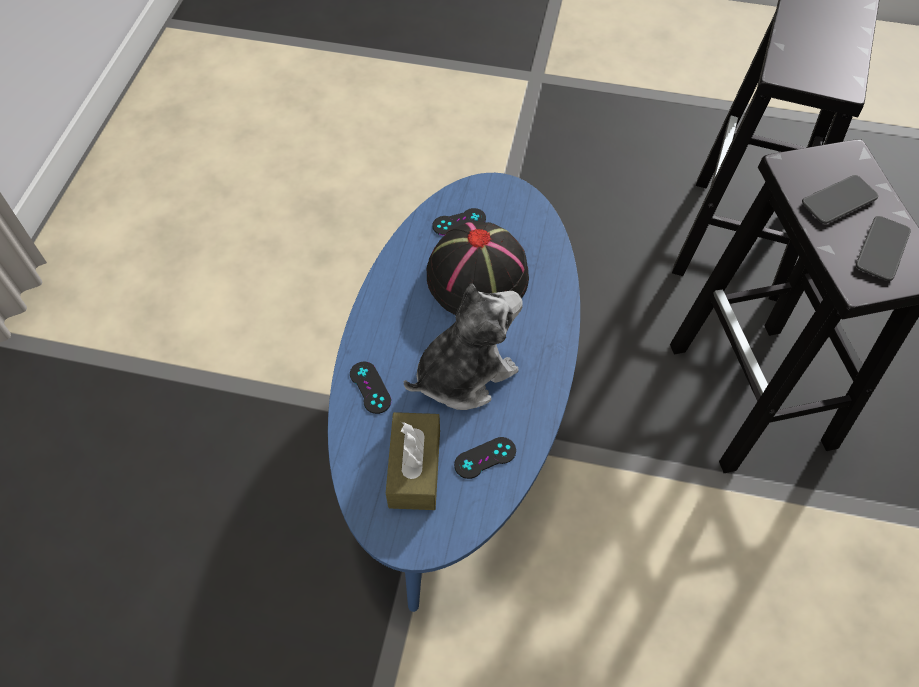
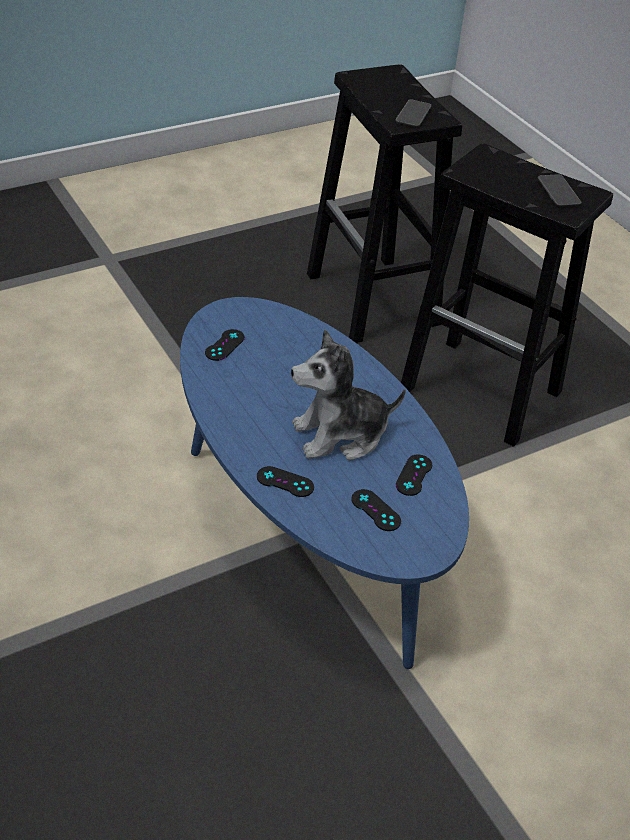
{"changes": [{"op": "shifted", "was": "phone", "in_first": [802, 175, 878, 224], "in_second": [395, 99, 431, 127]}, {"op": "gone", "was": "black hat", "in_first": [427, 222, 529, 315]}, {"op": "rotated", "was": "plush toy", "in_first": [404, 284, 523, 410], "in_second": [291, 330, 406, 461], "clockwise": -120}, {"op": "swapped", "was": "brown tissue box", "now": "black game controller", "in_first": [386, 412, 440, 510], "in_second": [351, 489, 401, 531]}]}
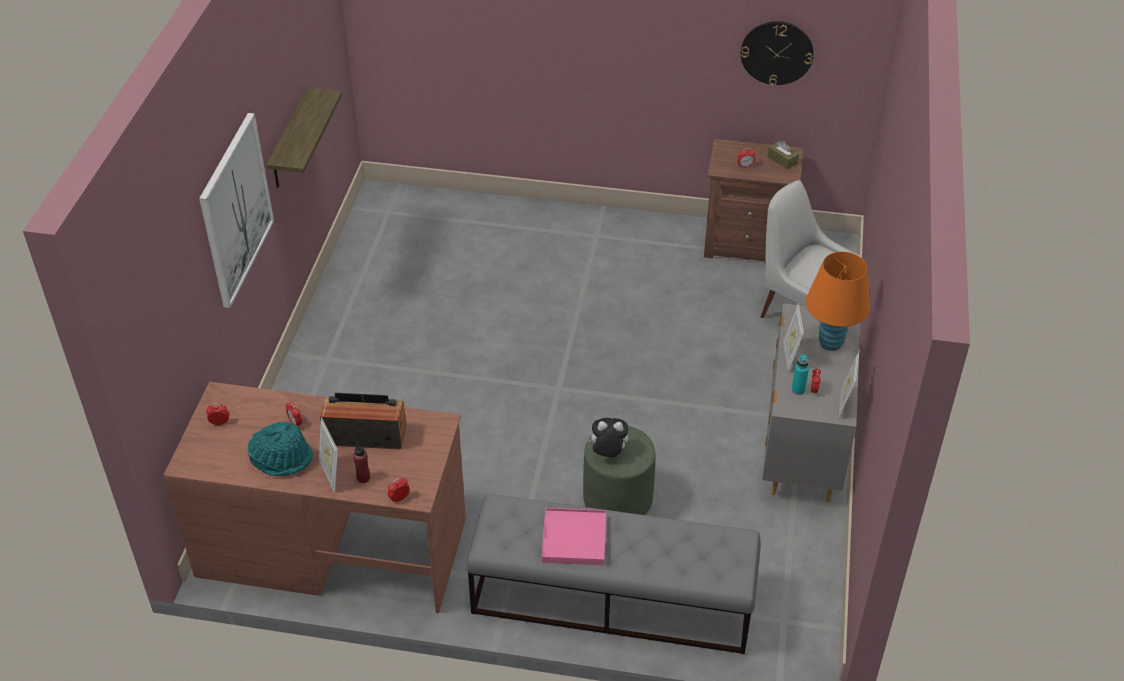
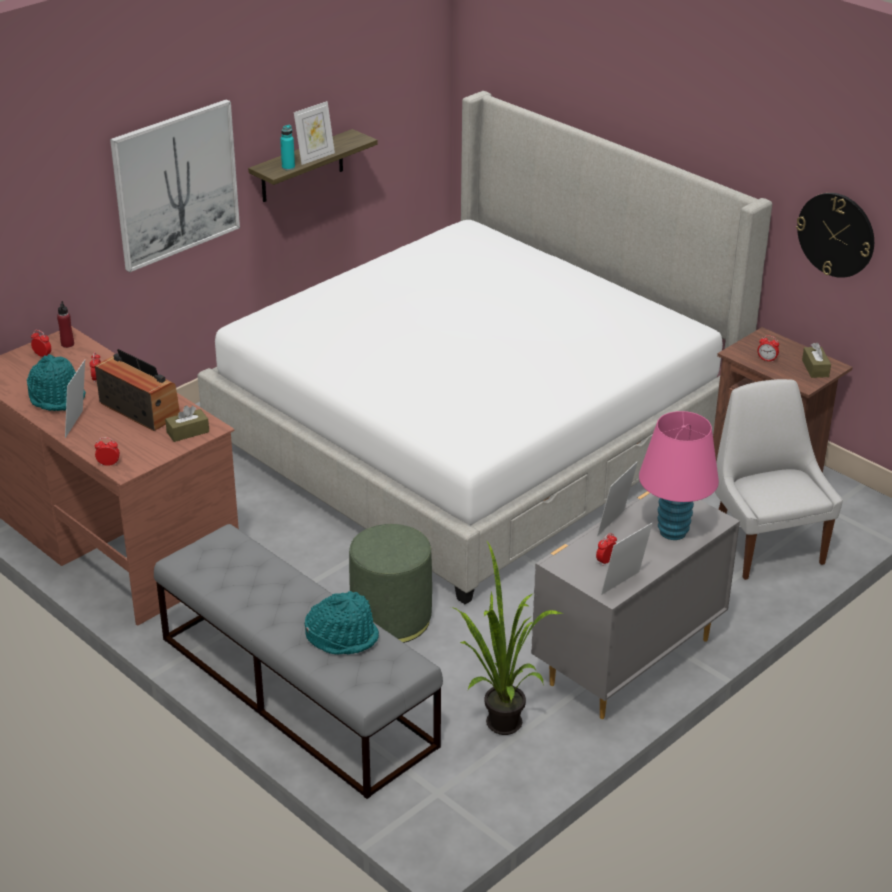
{"changes": [{"op": "repainted", "was": "orange table lamp", "now": "pink table lamp", "in_first": [806, 252, 871, 351], "in_second": [639, 411, 719, 540]}, {"op": "shifted", "was": "turquoise bottle", "in_first": [791, 354, 809, 395], "in_second": [280, 125, 295, 170]}, {"op": "gone", "was": "plush toy", "in_first": [586, 418, 628, 457]}, {"op": "shifted", "was": "red bottle", "in_first": [353, 443, 370, 483], "in_second": [57, 301, 74, 348]}, {"op": "gone", "was": "pink tray", "in_first": [542, 508, 606, 565]}, {"op": "new", "now": "bed", "in_second": [198, 91, 772, 605]}, {"op": "new", "now": "picture frame", "in_second": [294, 101, 335, 165]}, {"op": "new", "now": "brown tissue box", "in_second": [165, 406, 209, 442]}, {"op": "new", "now": "potted plant", "in_second": [451, 542, 563, 735]}, {"op": "new", "now": "turquoise hat", "in_second": [305, 591, 379, 655]}]}
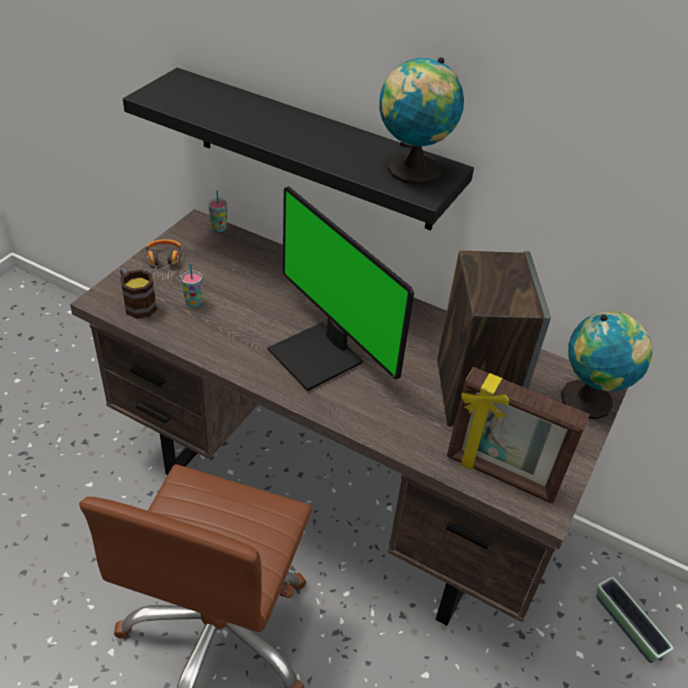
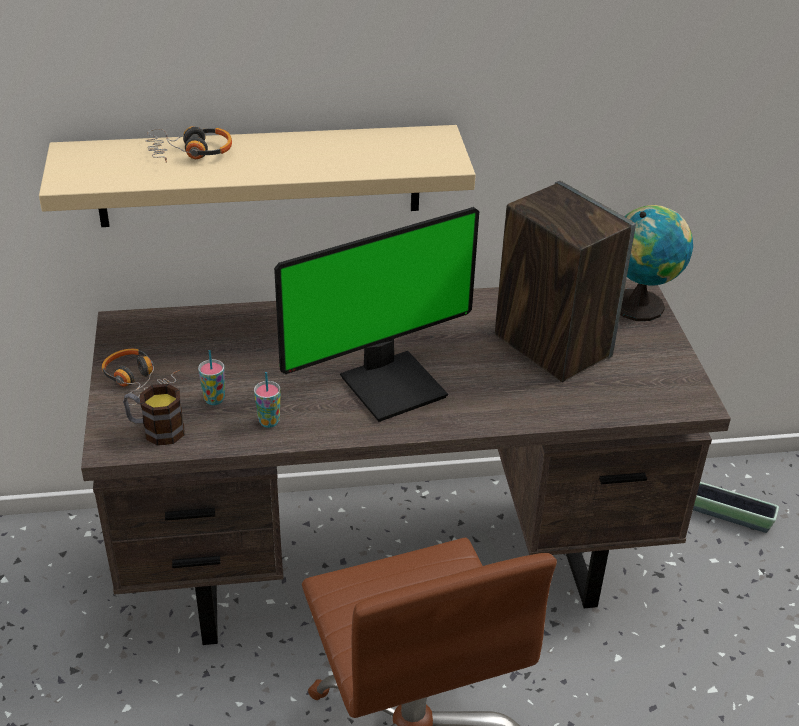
{"changes": [{"op": "gone", "was": "globe", "in_first": [379, 57, 464, 185]}, {"op": "repainted", "was": "black shelf", "now": "beige shelf", "in_first": [123, 68, 474, 231], "in_second": [39, 125, 476, 227]}, {"op": "rotated", "was": "monitor", "in_first": [267, 186, 414, 391], "in_second": [274, 207, 479, 422], "clockwise": -45}, {"op": "shifted", "was": "cup", "in_first": [208, 190, 227, 232], "in_second": [254, 372, 281, 428]}, {"op": "gone", "was": "picture frame", "in_first": [447, 367, 590, 504]}, {"op": "new", "now": "headphones", "in_second": [146, 126, 232, 163]}]}
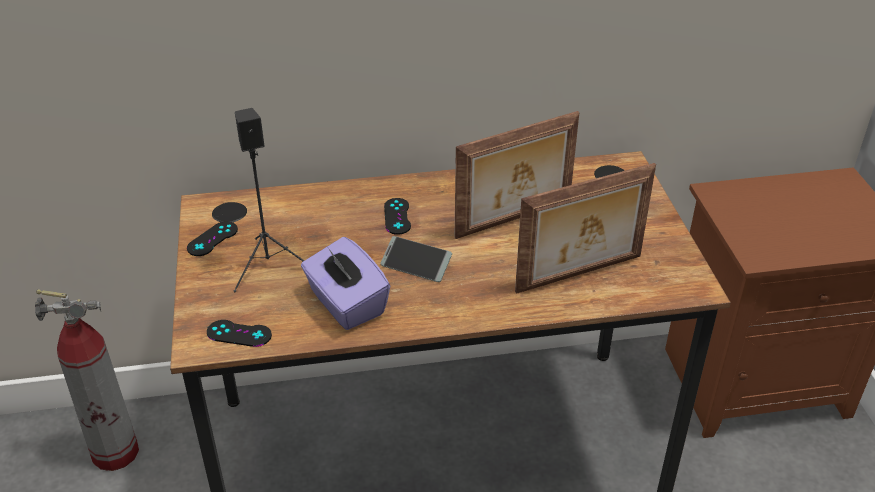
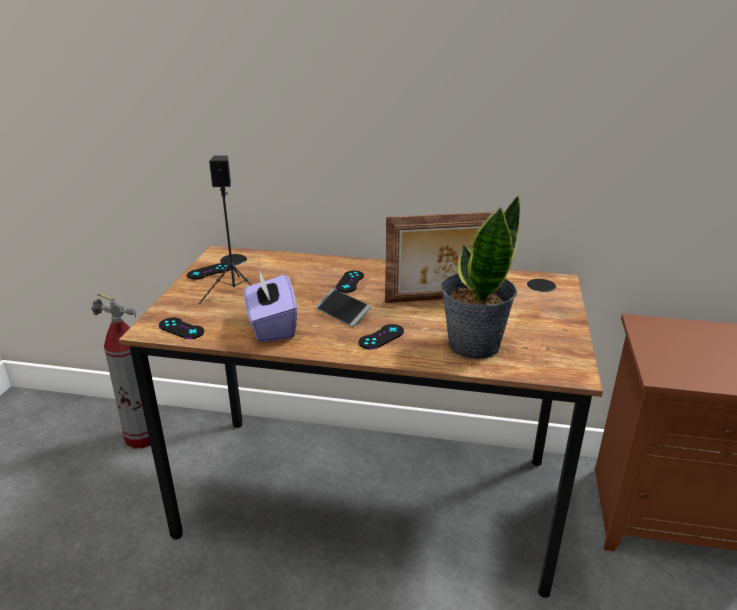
{"changes": [{"op": "swapped", "was": "picture frame", "now": "potted plant", "in_first": [515, 163, 656, 294], "in_second": [441, 195, 520, 359]}, {"op": "new", "now": "black game controller", "in_second": [359, 324, 404, 349]}]}
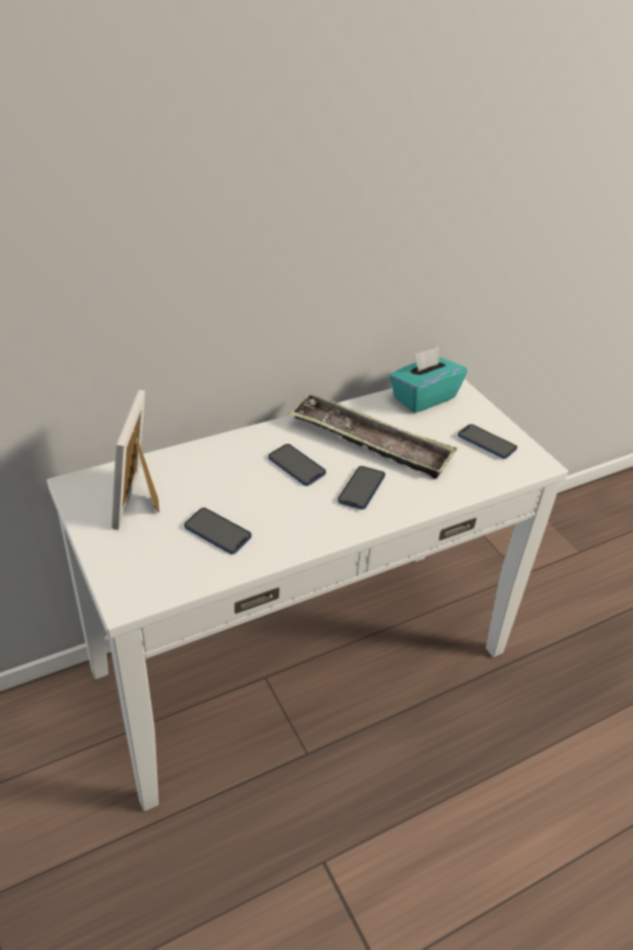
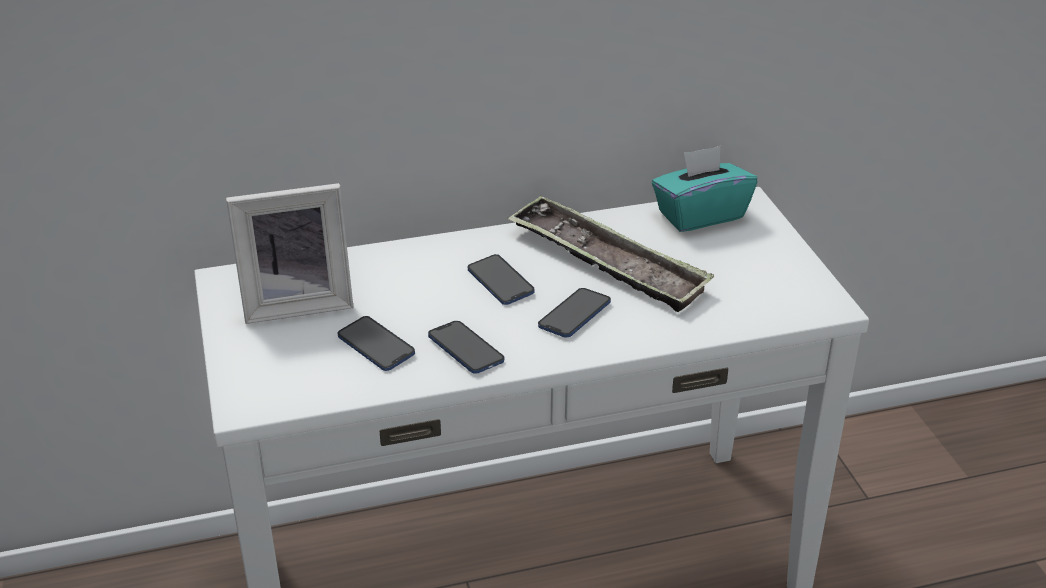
{"changes": [{"op": "rotated", "was": "picture frame", "in_first": [111, 390, 159, 530], "in_second": [226, 183, 354, 324], "clockwise": -120}, {"op": "shifted", "was": "phone", "in_first": [458, 424, 517, 459], "in_second": [428, 321, 505, 374]}]}
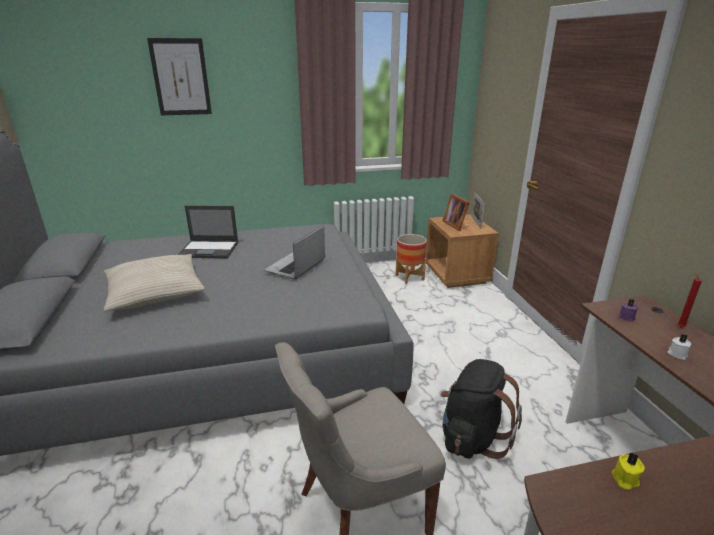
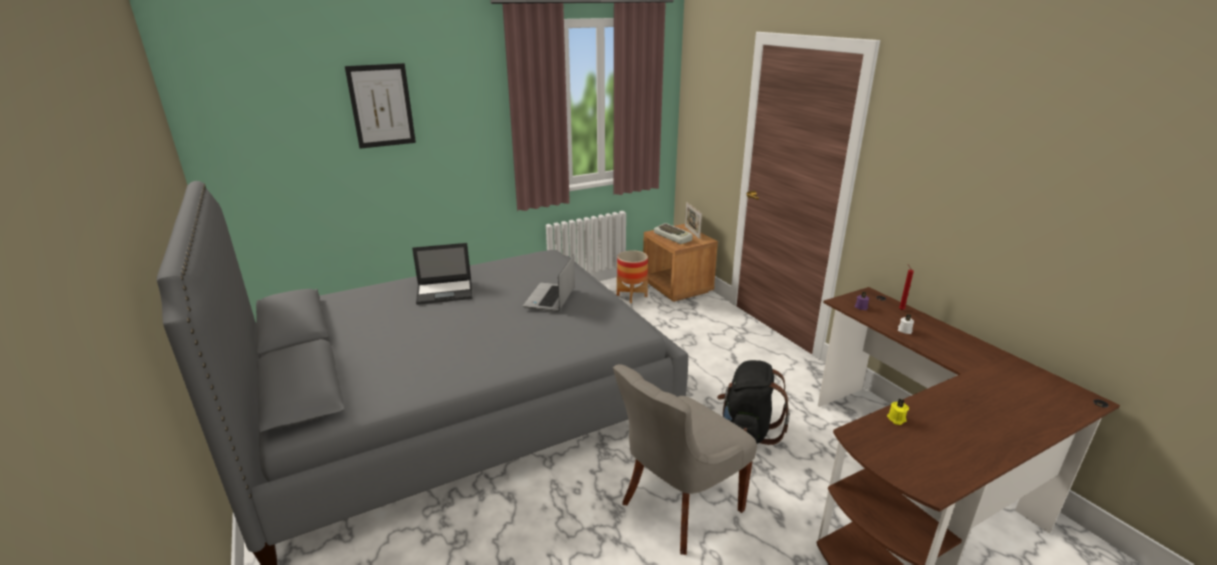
{"changes": [{"op": "swapped", "was": "picture frame", "now": "keyboard", "in_first": [442, 194, 470, 231], "in_second": [654, 223, 692, 244]}, {"op": "gone", "was": "beige pillow", "in_first": [104, 254, 205, 311]}]}
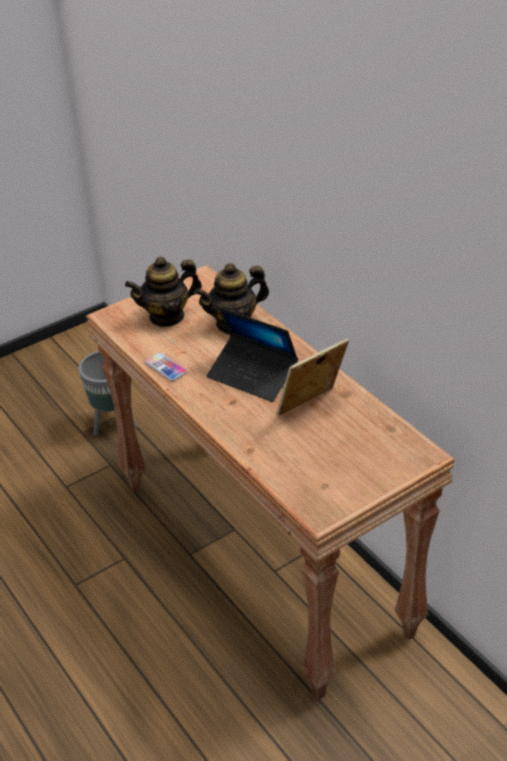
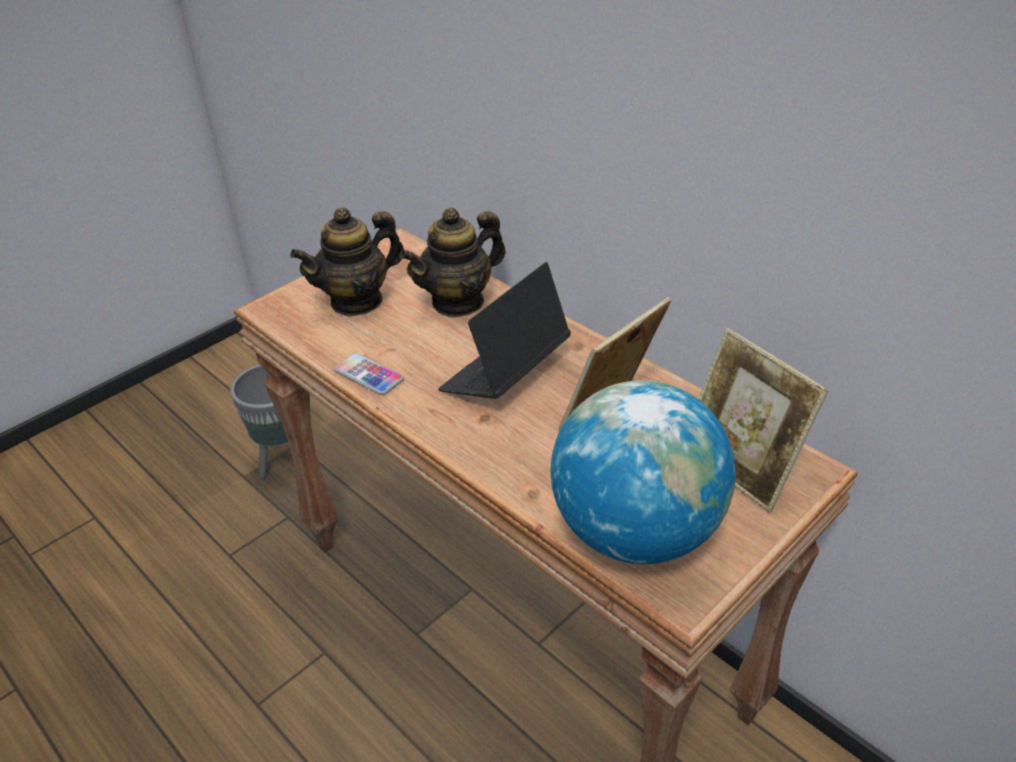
{"changes": [{"op": "rotated", "was": "laptop", "in_first": [207, 307, 298, 402], "in_second": [438, 262, 571, 399], "clockwise": 105}, {"op": "new", "now": "picture frame", "in_second": [698, 328, 829, 512]}, {"op": "new", "now": "globe", "in_second": [551, 380, 736, 564]}]}
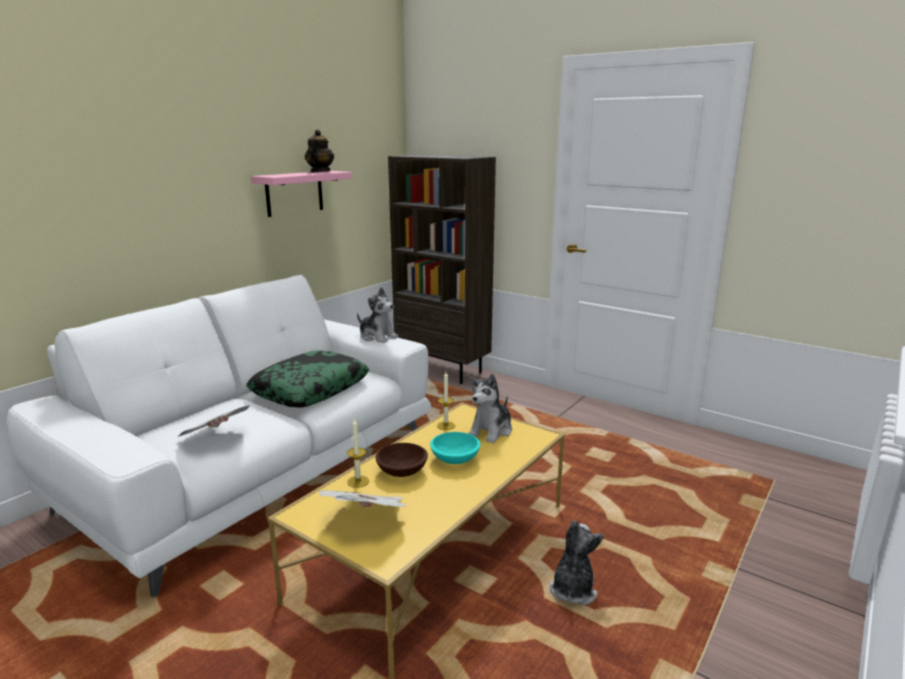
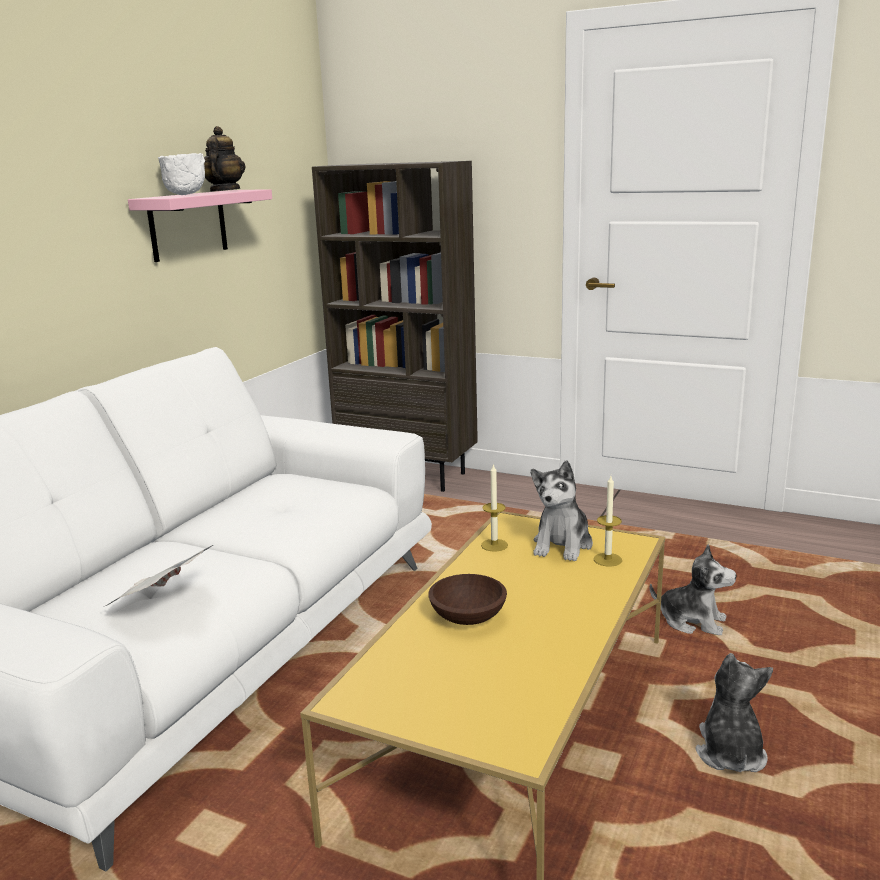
{"changes": [{"op": "shifted", "was": "plush toy", "in_first": [357, 287, 398, 343], "in_second": [650, 544, 736, 635]}, {"op": "gone", "was": "pillow", "in_first": [246, 351, 369, 408]}, {"op": "shifted", "was": "candle", "in_first": [347, 418, 369, 488], "in_second": [594, 476, 622, 567]}, {"op": "gone", "was": "turquoise bowl", "in_first": [430, 432, 480, 464]}, {"op": "gone", "was": "newspaper", "in_first": [319, 490, 407, 507]}, {"op": "new", "now": "white bowl", "in_second": [158, 153, 205, 195]}]}
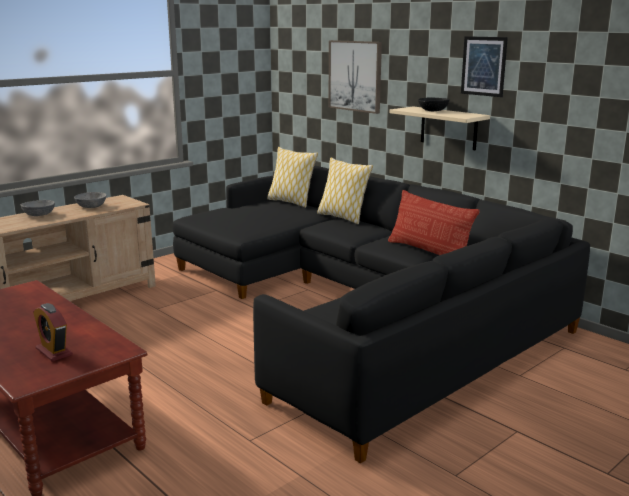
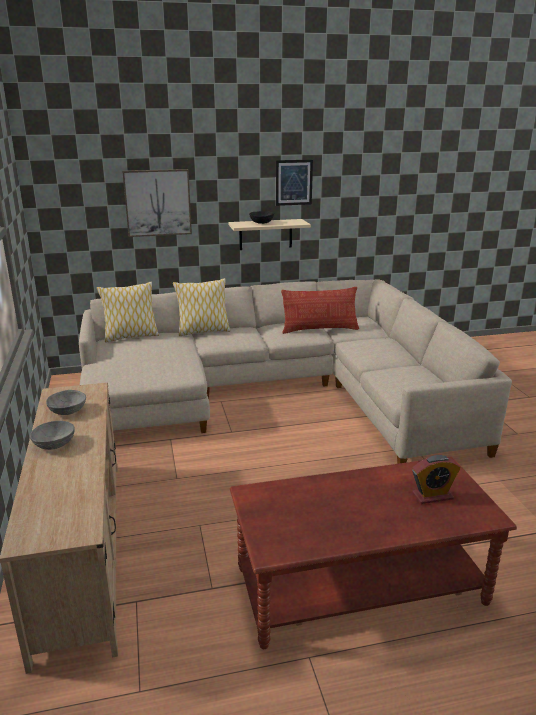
{"changes": [{"op": "repainted", "was": "black sofa", "now": "beige sofa", "in_first": [173, 165, 590, 463], "in_second": [79, 279, 512, 464]}]}
